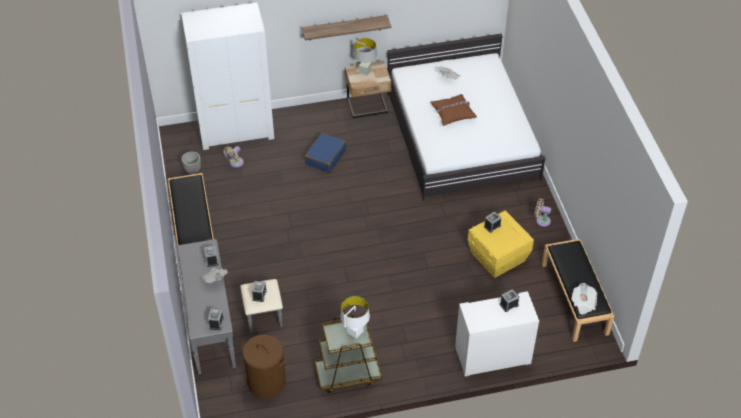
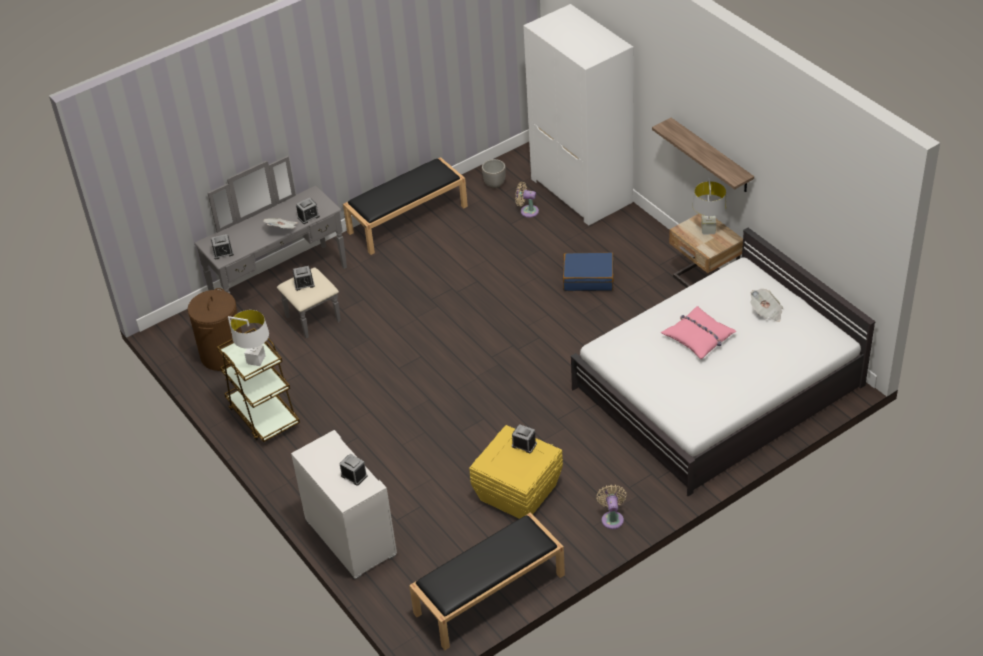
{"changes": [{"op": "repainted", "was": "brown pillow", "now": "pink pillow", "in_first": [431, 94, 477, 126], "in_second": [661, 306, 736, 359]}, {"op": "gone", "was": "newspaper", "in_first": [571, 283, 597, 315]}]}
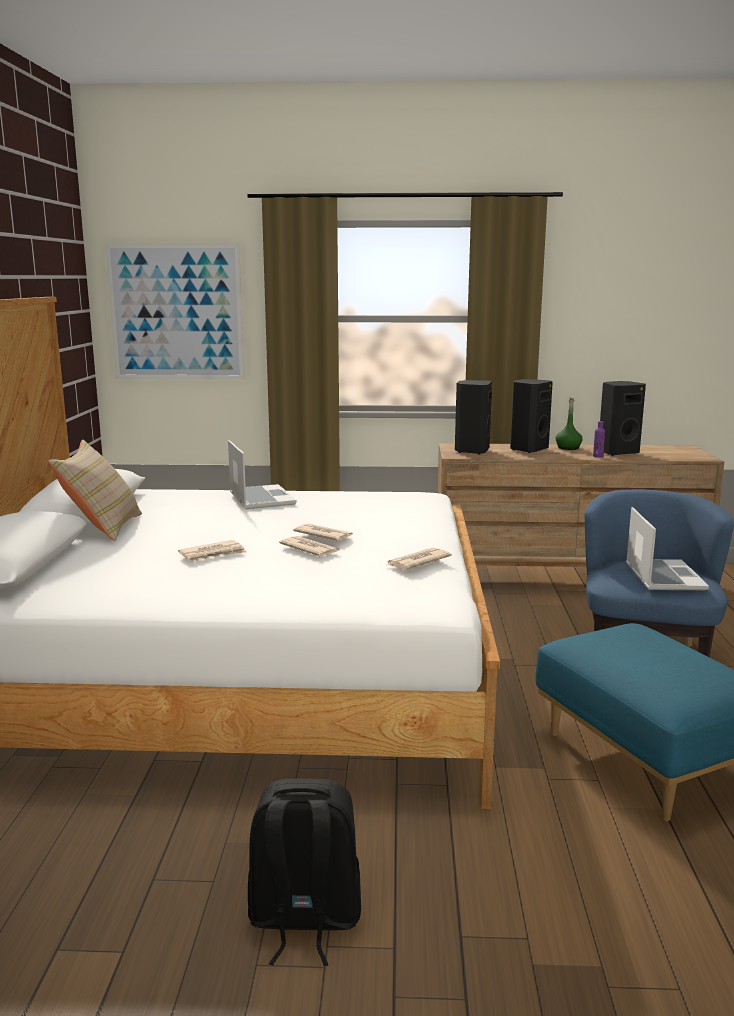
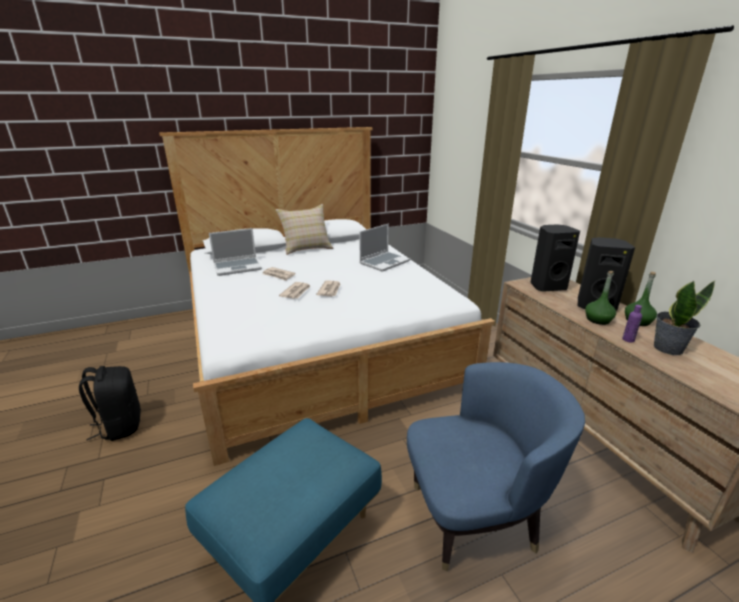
{"changes": [{"op": "gone", "was": "picture", "in_first": [105, 243, 245, 380]}, {"op": "swapped", "was": "black speaker", "now": "potted plant", "in_first": [600, 381, 646, 456], "in_second": [654, 281, 715, 355]}, {"op": "shifted", "was": "laptop", "in_first": [626, 507, 709, 590], "in_second": [209, 228, 262, 276]}, {"op": "gone", "was": "newspaper", "in_first": [385, 548, 452, 570]}, {"op": "new", "now": "green bottle", "in_second": [585, 271, 616, 325]}]}
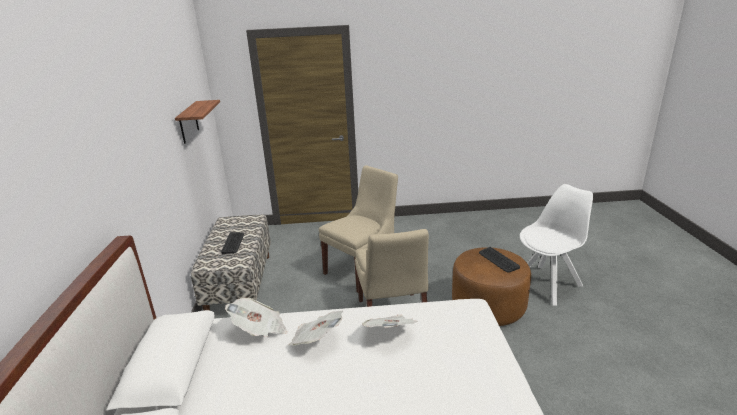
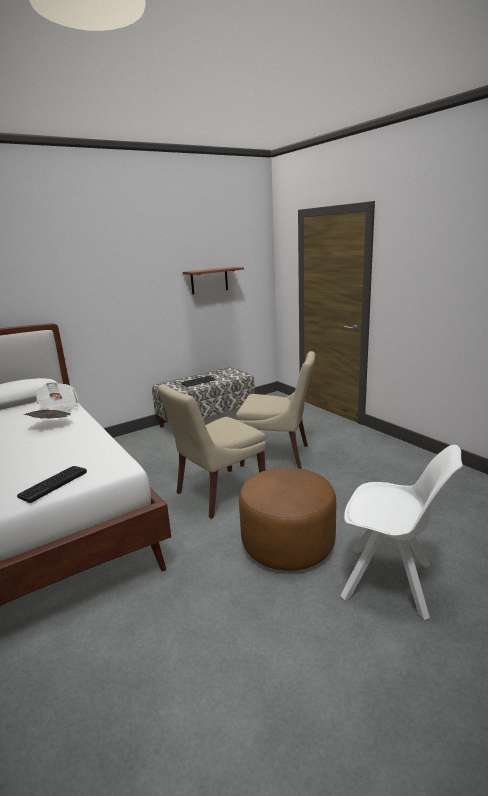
{"changes": [{"op": "shifted", "was": "keyboard", "in_first": [479, 247, 520, 273], "in_second": [17, 466, 87, 503]}, {"op": "gone", "was": "newspaper", "in_first": [362, 315, 418, 328]}]}
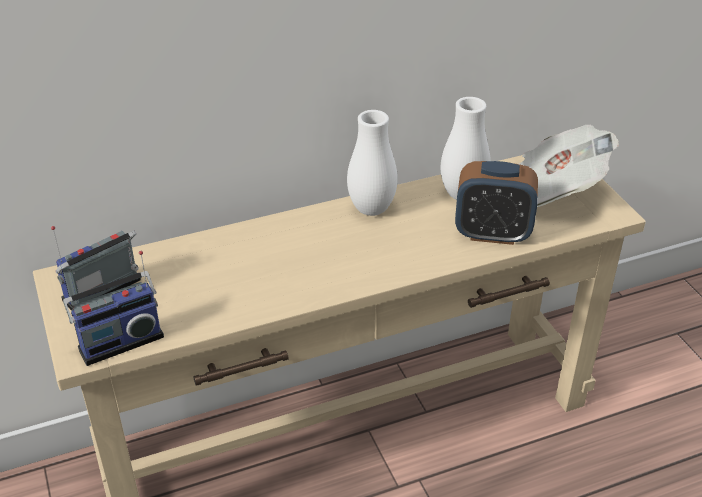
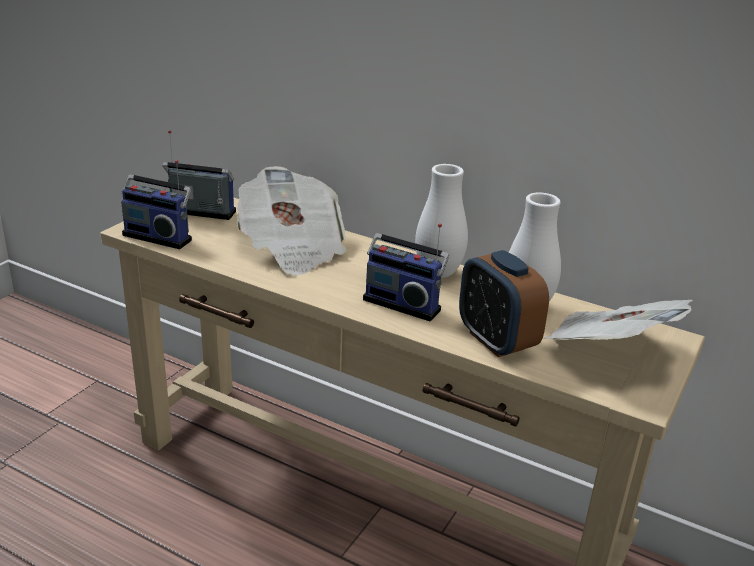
{"changes": [{"op": "new", "now": "newspaper", "in_second": [236, 166, 346, 276]}, {"op": "new", "now": "radio", "in_second": [363, 223, 449, 321]}]}
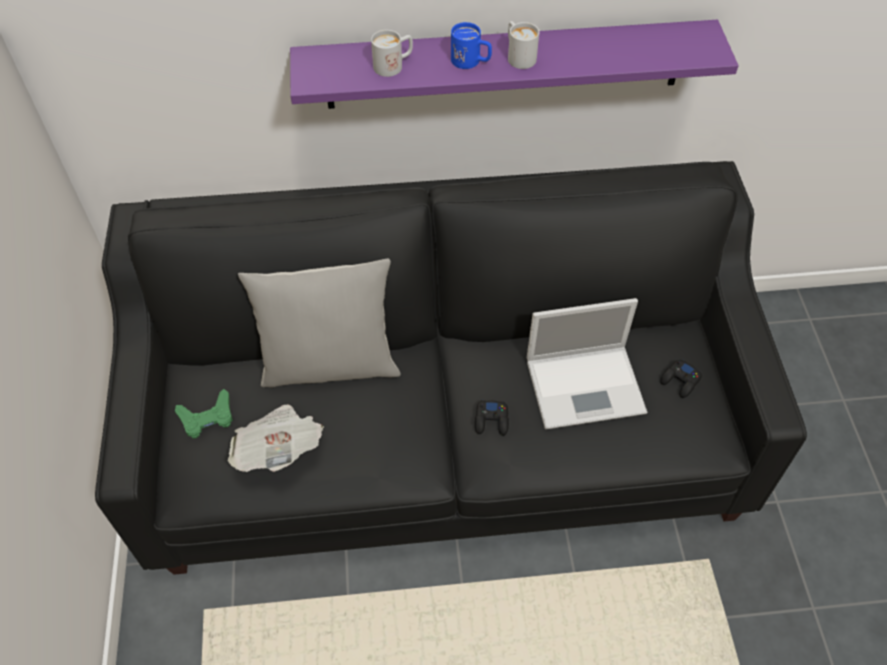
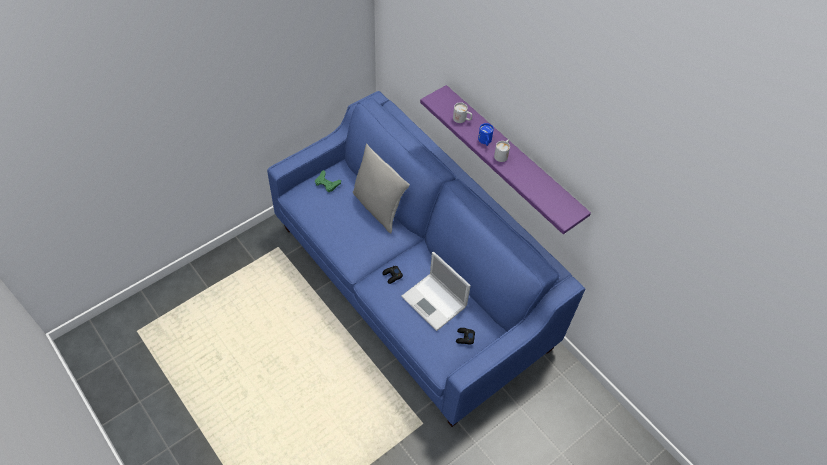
{"changes": [{"op": "repainted", "was": "black sofa", "now": "blue sofa", "in_first": [95, 161, 807, 575], "in_second": [267, 91, 585, 427]}, {"op": "gone", "was": "newspaper", "in_first": [228, 404, 324, 472]}]}
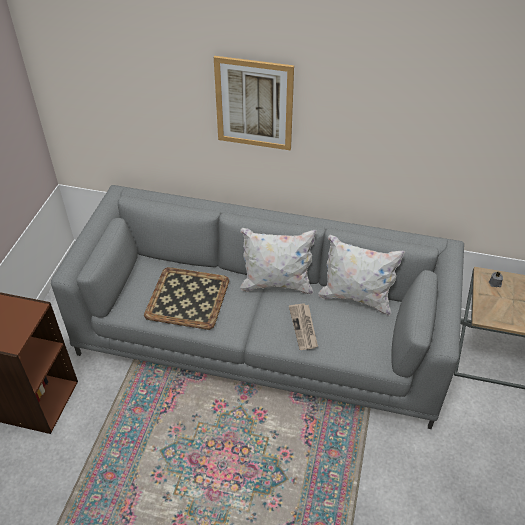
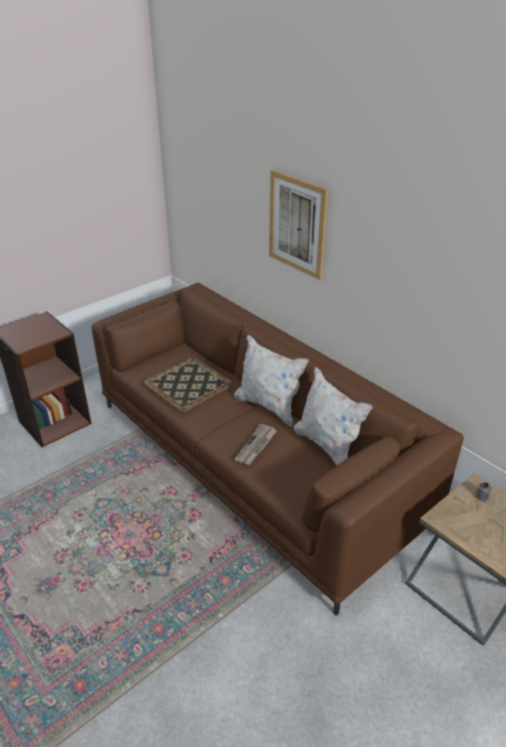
{"changes": [{"op": "repainted", "was": "grey sofa", "now": "brown sofa", "in_first": [51, 185, 464, 429], "in_second": [91, 283, 464, 616]}]}
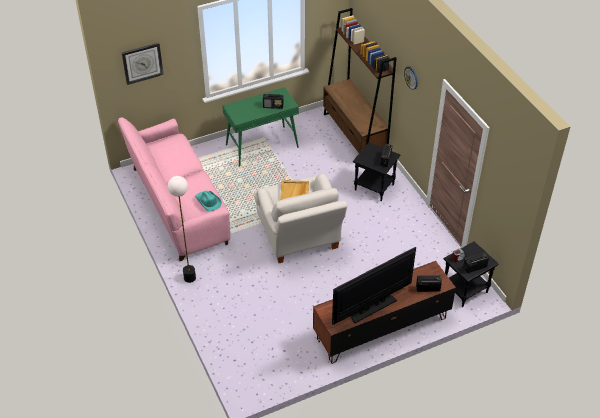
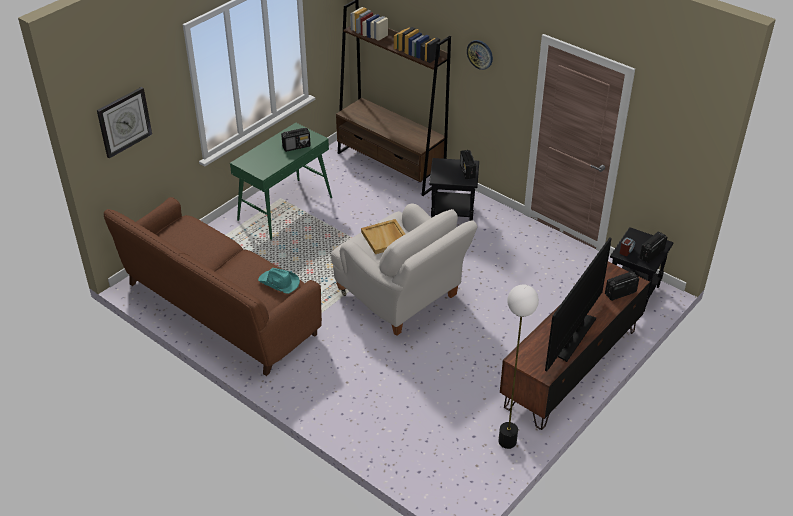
{"changes": [{"op": "repainted", "was": "pink sofa", "now": "brown sofa", "in_first": [118, 117, 230, 261], "in_second": [104, 197, 322, 376]}, {"op": "shifted", "was": "floor lamp", "in_first": [168, 176, 196, 283], "in_second": [499, 284, 539, 449]}]}
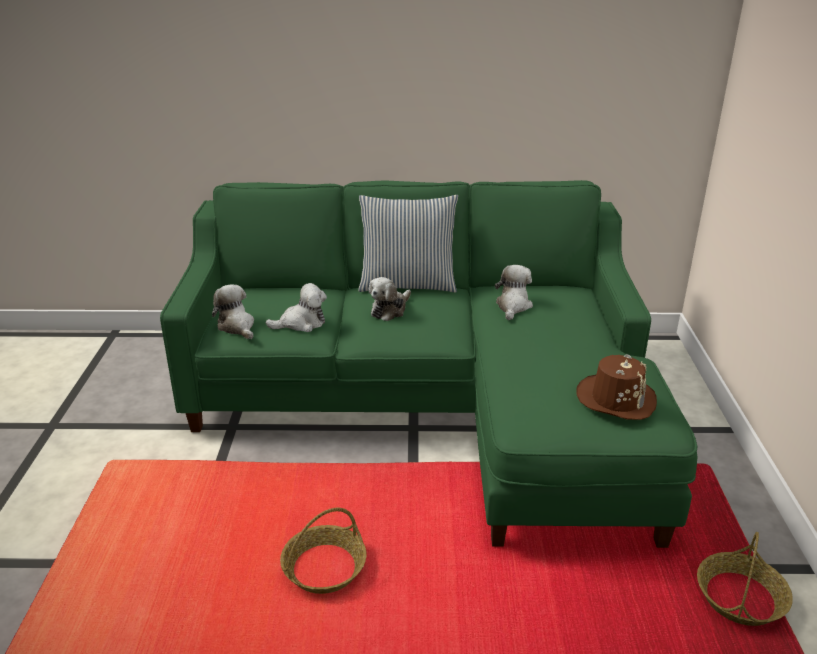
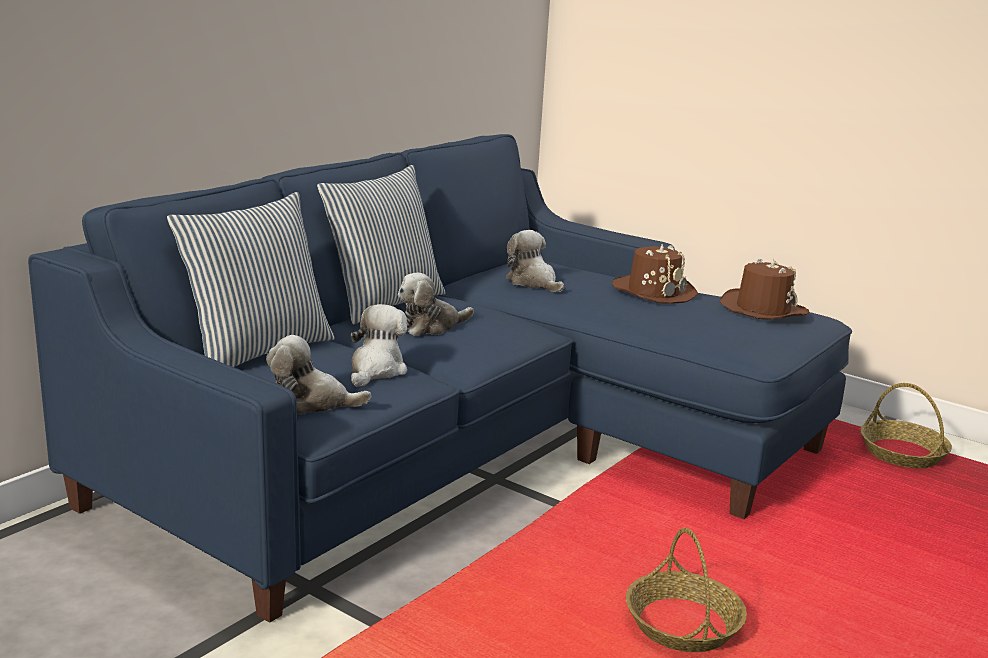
{"changes": [{"op": "repainted", "was": "green sofa", "now": "blue sofa", "in_first": [160, 180, 697, 548], "in_second": [28, 134, 852, 623]}, {"op": "rotated", "was": "plush toy", "in_first": [368, 277, 411, 321], "in_second": [398, 273, 474, 336], "clockwise": 75}, {"op": "new", "now": "pillow", "in_second": [167, 192, 335, 367]}, {"op": "new", "now": "brown hat", "in_second": [612, 243, 698, 304]}]}
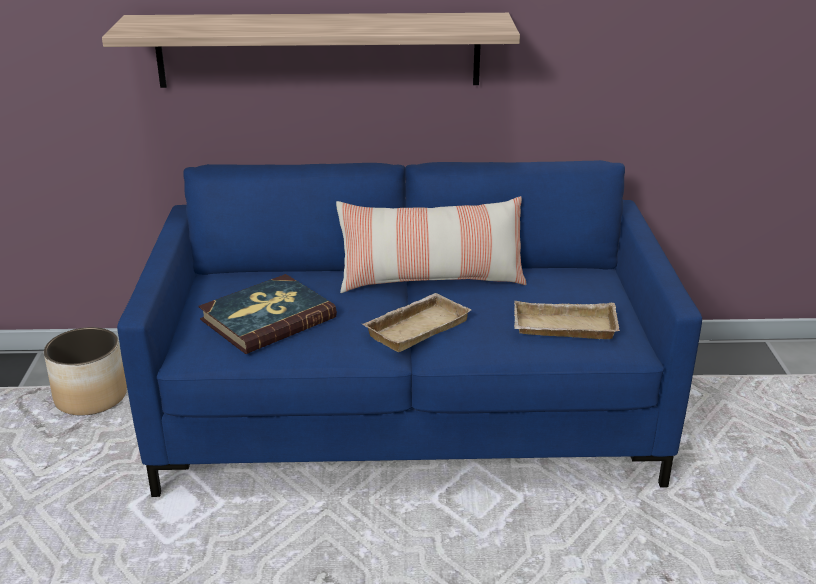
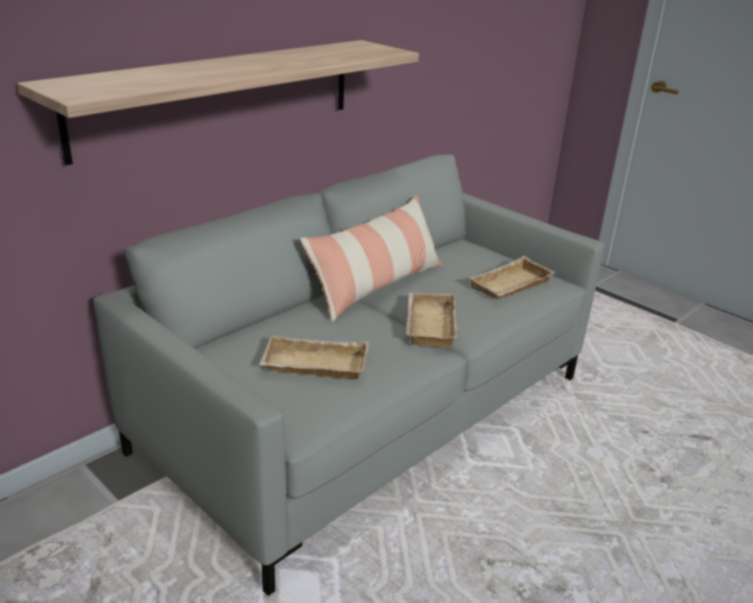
{"changes": [{"op": "repainted", "was": "blue sofa", "now": "grey sofa", "in_first": [117, 160, 702, 497], "in_second": [93, 154, 604, 596]}, {"op": "swapped", "was": "book", "now": "beige tray", "in_first": [198, 274, 337, 354], "in_second": [259, 335, 369, 380]}, {"op": "gone", "was": "planter", "in_first": [44, 327, 127, 416]}]}
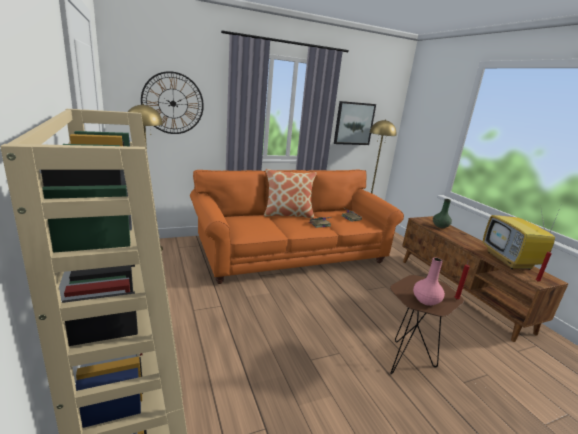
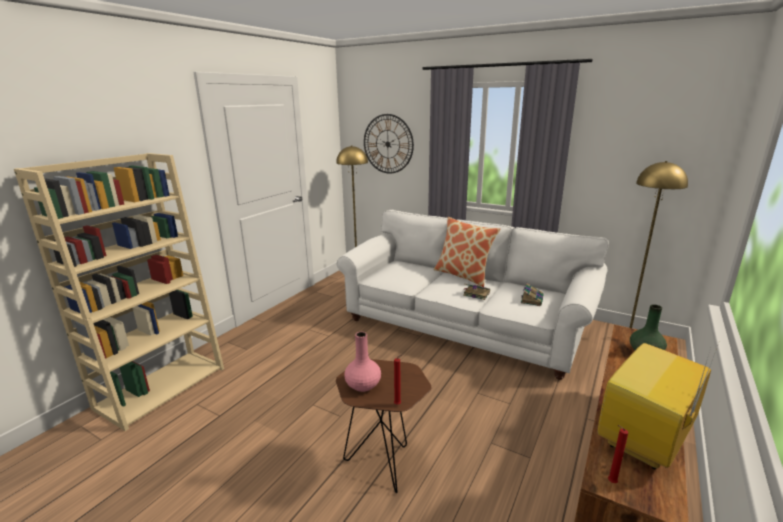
{"changes": [{"op": "gone", "was": "picture", "in_first": [334, 101, 376, 145]}, {"op": "repainted", "was": "orange sofa", "now": "white sofa", "in_first": [190, 169, 404, 284], "in_second": [337, 210, 609, 380]}]}
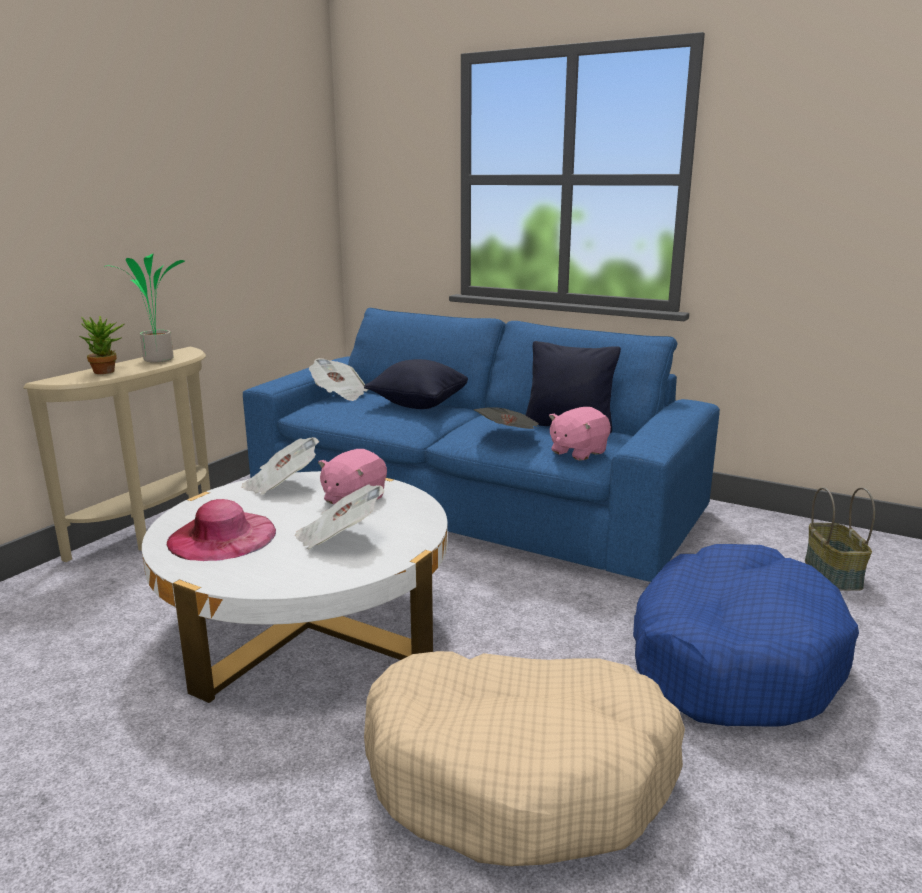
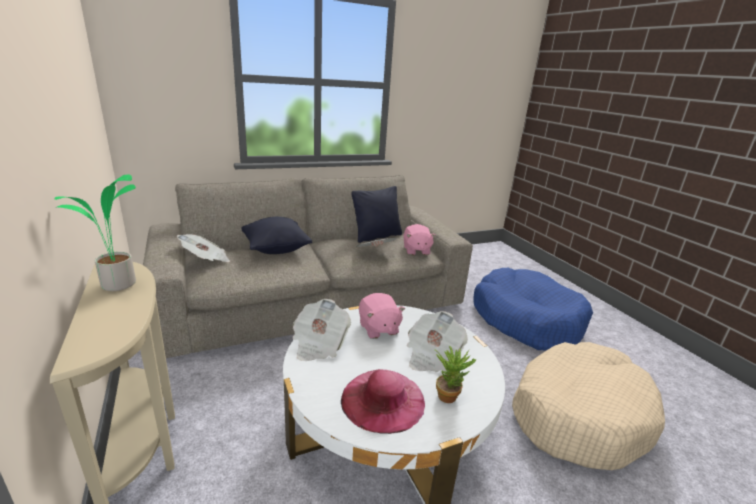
{"changes": [{"op": "repainted", "was": "blue sofa", "now": "beige sofa", "in_first": [243, 308, 720, 582], "in_second": [143, 175, 473, 358]}, {"op": "shifted", "was": "potted plant", "in_first": [80, 316, 124, 374], "in_second": [434, 345, 477, 403]}, {"op": "gone", "was": "basket", "in_first": [805, 487, 875, 591]}]}
